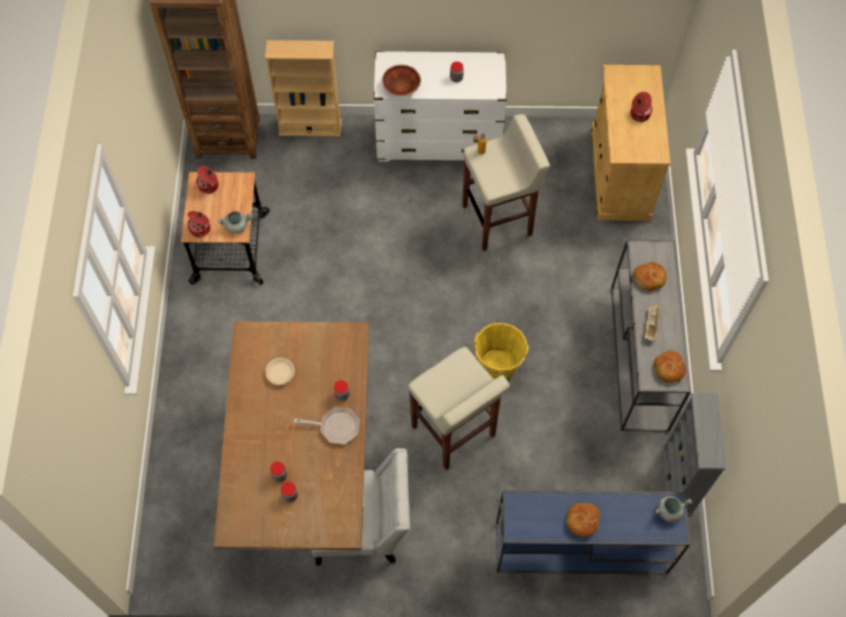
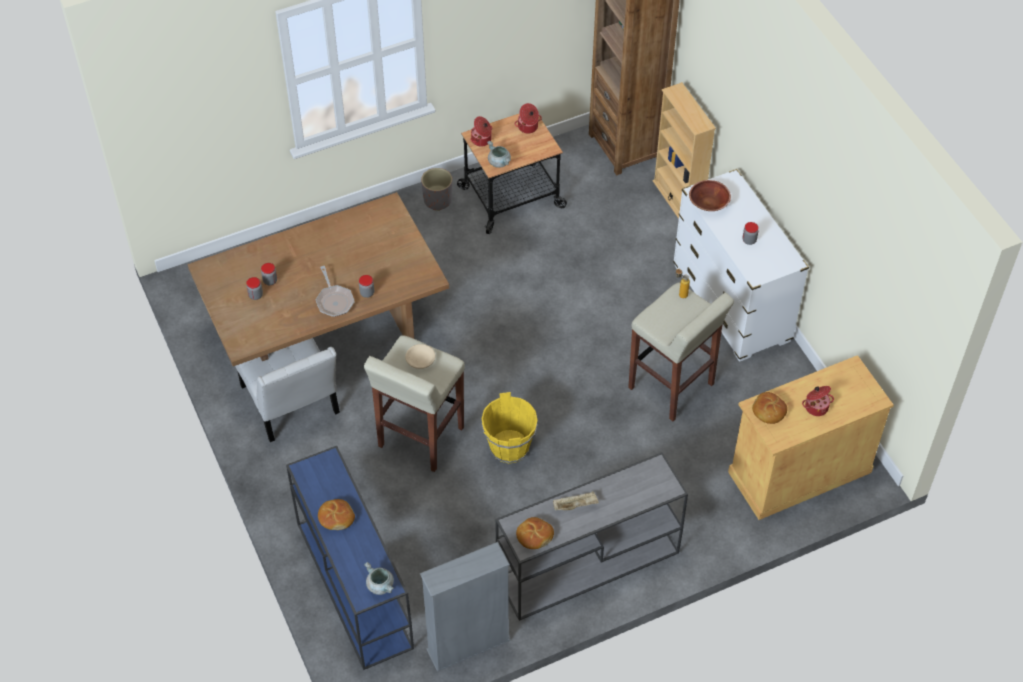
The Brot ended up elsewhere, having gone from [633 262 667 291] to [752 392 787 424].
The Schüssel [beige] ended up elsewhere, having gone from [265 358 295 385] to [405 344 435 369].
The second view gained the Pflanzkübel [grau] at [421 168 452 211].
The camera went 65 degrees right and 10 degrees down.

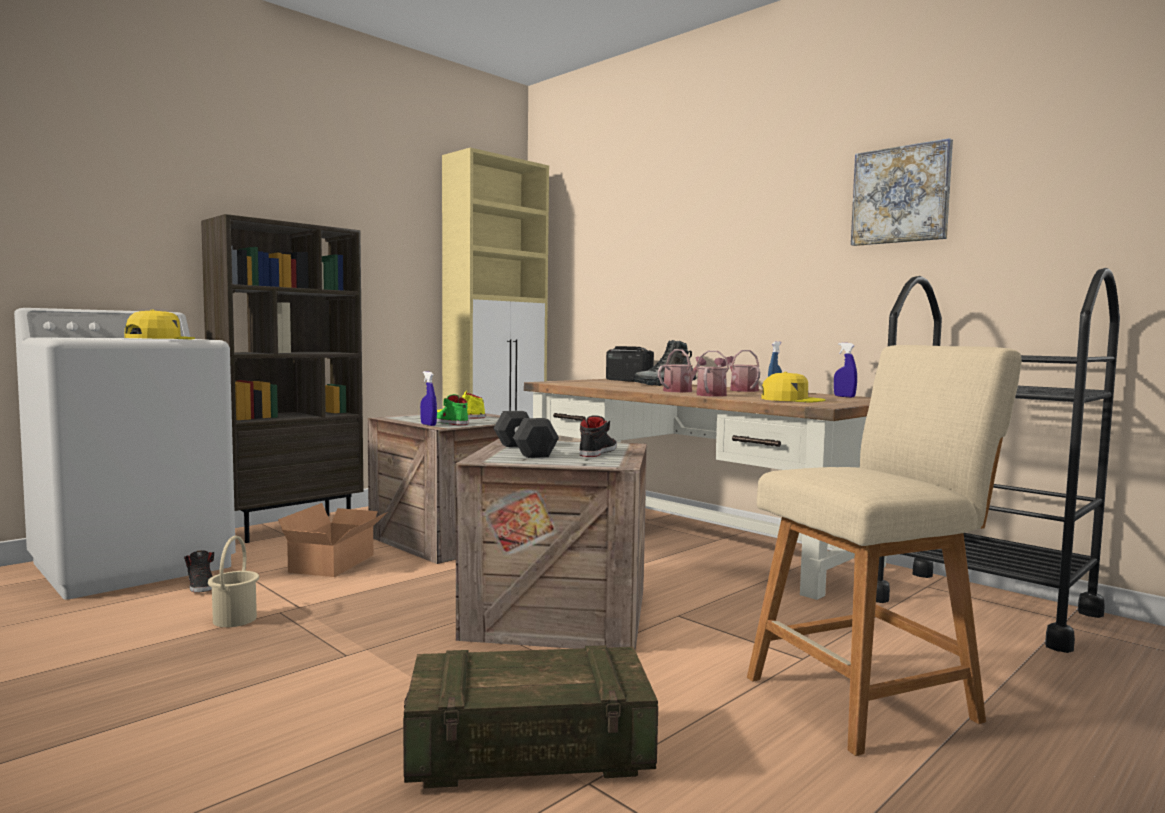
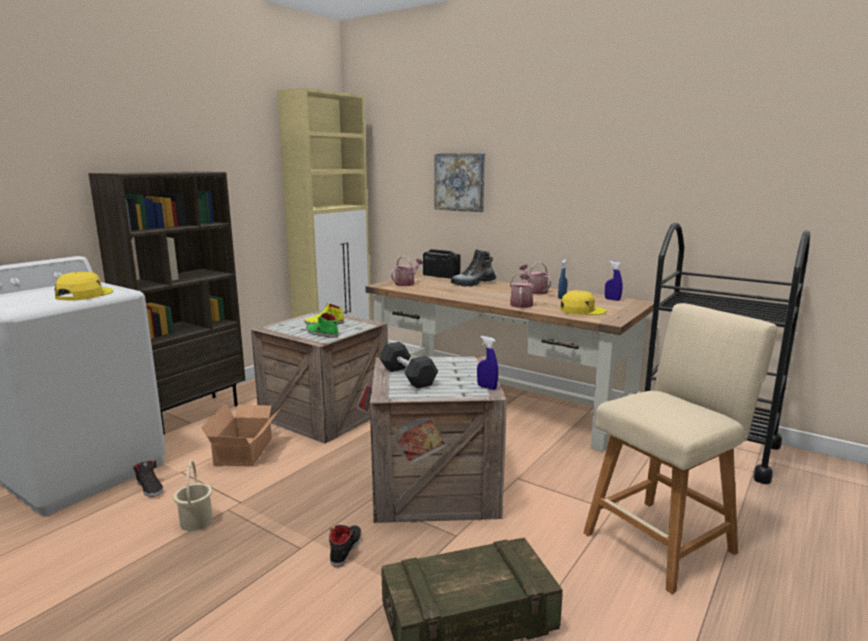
The Bild ended up elsewhere, having gone from [851 138 953 246] to [435 153 485 212].
The Gießkanne ended up elsewhere, having gone from [658 349 707 392] to [391 256 423 286].
The Sprühflasche [blau] ended up elsewhere, having gone from [420 371 437 426] to [477 336 498 390].
The Schuh [schwarz] ended up elsewhere, having gone from [580 415 617 457] to [329 525 362 567].
The camera went 10 degrees left and 10 degrees up.

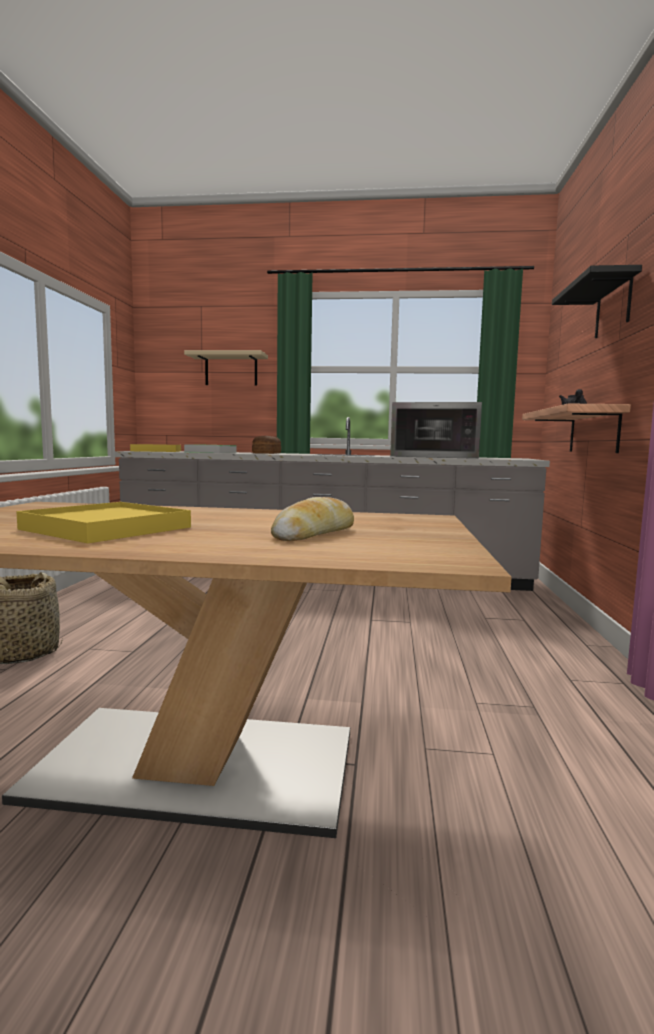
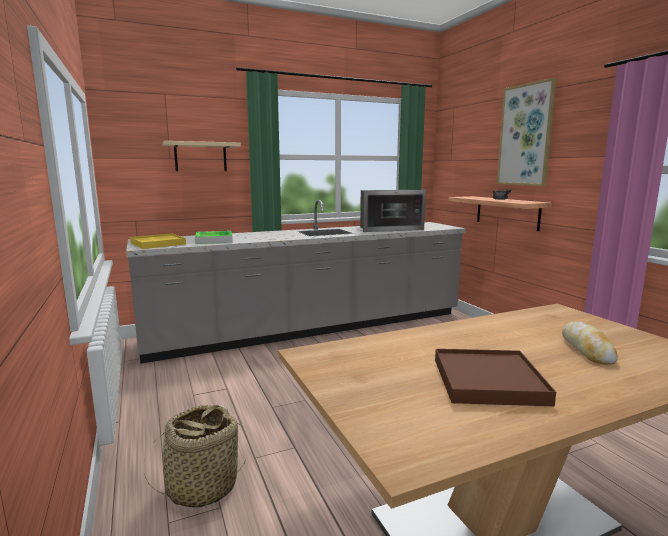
Where the Wandregal [schwarz] hung at [552 265 642 338], the Bild came to hang at [497 78 557 186].
The second view lost the Brot at [252 436 281 454].
What was the Tablett [gelb] at [16 502 191 543] turned into the Tablett [braun] at [435 349 556 406].
The camera went 30 degrees left and 5 degrees up.

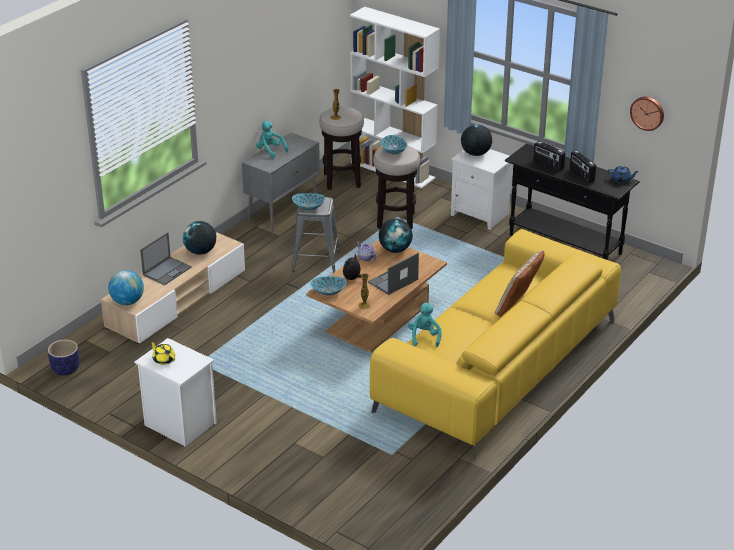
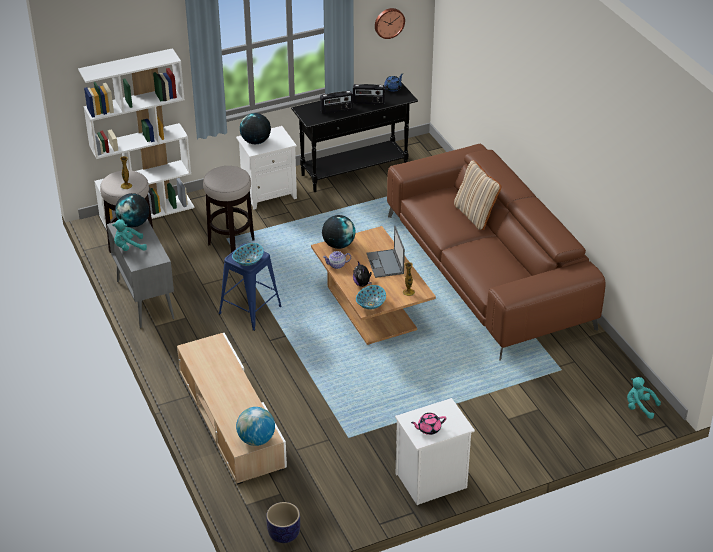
The second view lost the Schüssel at [381 135 407 154].
What was the Hocker [grau] at [292 197 340 273] turned into the Hocker [blau] at [219 244 282 331].
The Globus ended up elsewhere, having gone from [183 221 216 255] to [115 193 149 227].
What was the Sofa [gelb] at [370 229 621 461] turned into the Sofa [braun] at [387 144 606 361].
The second view lost the Laptop at [140 232 192 285].
The Plüschtier [türkis] ended up elsewhere, having gone from [408 303 442 347] to [627 377 661 419].
What was the Teekanne [gelb] at [150 341 175 365] turned into the Teekanne [rosa] at [411 413 446 435].
The camera went 60 degrees left and 5 degrees up.

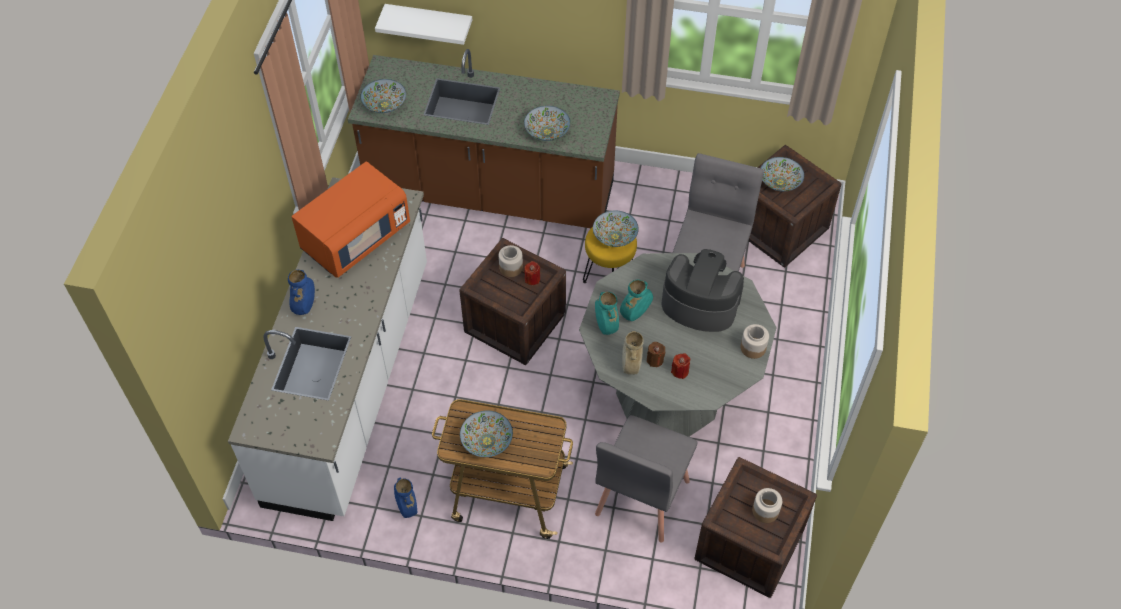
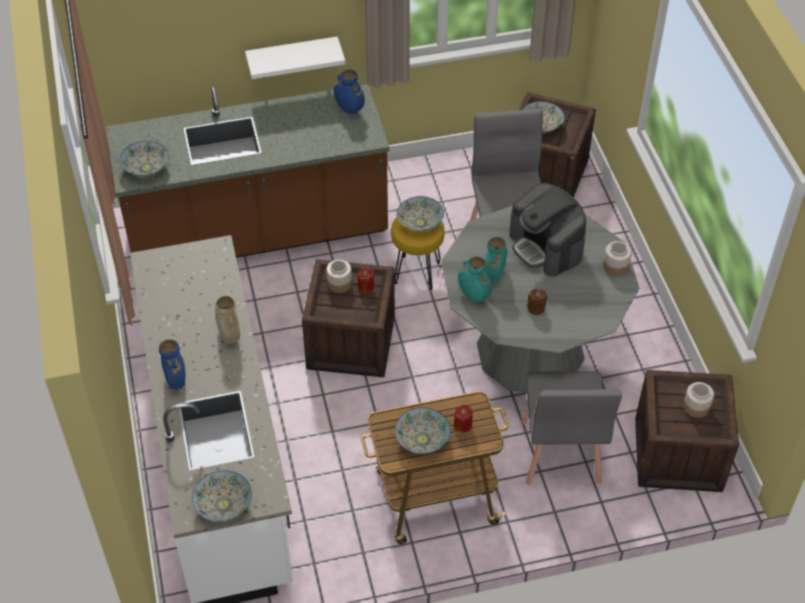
The Wandregal [weiß] ended up elsewhere, having gone from [375 4 472 45] to [245 37 346 79].
The Schüssel ended up elsewhere, having gone from [524 106 570 141] to [192 470 252 521].
The second view lost the Mikrowelle [orange] at [291 161 410 278].
The Kaffeemaschine at [661 249 744 332] ended up facing another way, 120 degrees counterclockwise from before.
The Vase [beige] ended up elsewhere, having gone from [622 331 644 375] to [215 296 240 344].
The Kerze [rot] ended up elsewhere, having gone from [671 353 690 379] to [454 404 473 432].
The Vase [blau] ended up elsewhere, having gone from [394 478 417 518] to [334 69 365 114].
The camera went 25 degrees left and 5 degrees down.

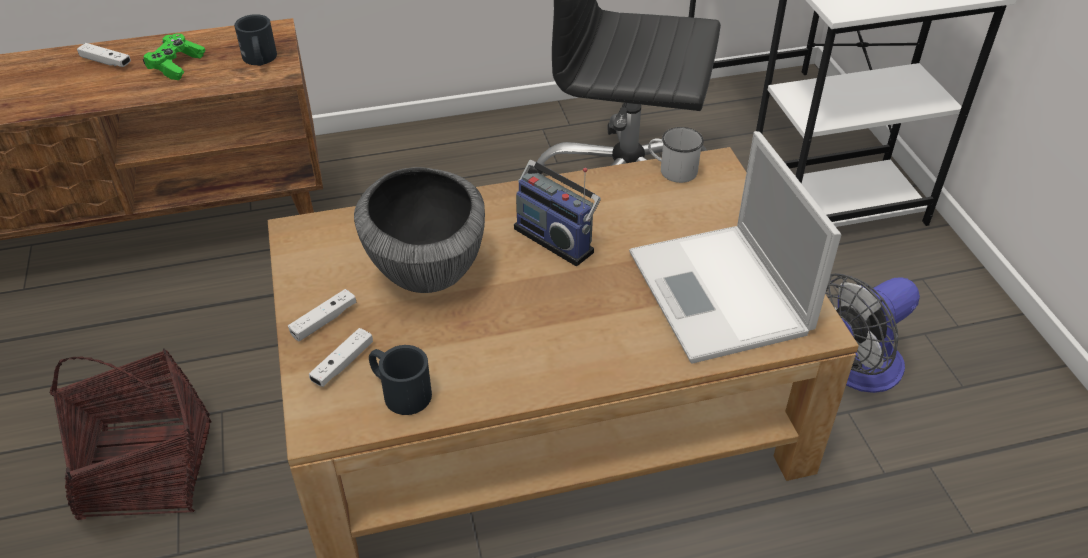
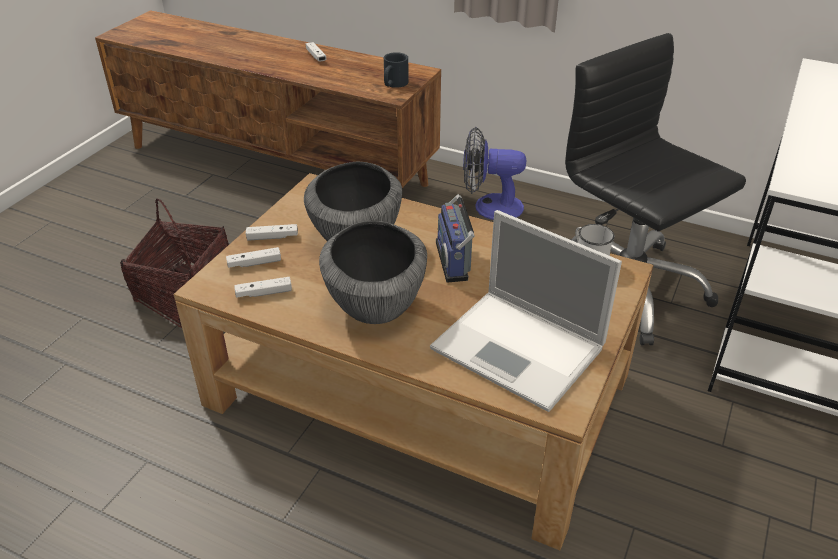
The second view lost the Gamepad [grün] at [143 34 205 80].
The Laptop at [629 131 841 364] ended up facing another way, 75 degrees counterclockwise from before.
The Ventilator ended up elsewhere, having gone from [825 273 920 393] to [463 127 526 220].
Where the Henkelbecher [schwarz] stood at [369 345 432 415], the Gamepad [weiß] came to stand at [234 277 292 298].
The second view gained the Schüssel at [319 221 427 324].
The camera went 40 degrees right and 5 degrees down.

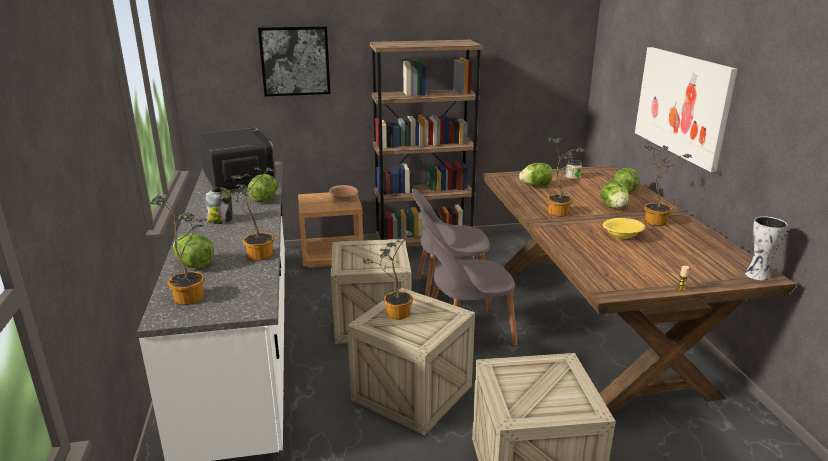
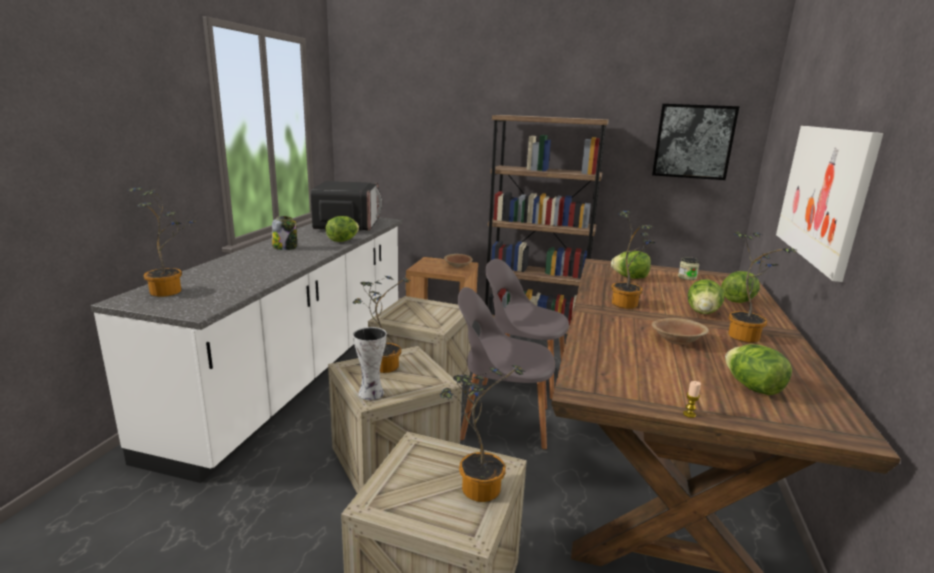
The Bild ended up elsewhere, having gone from [258 26 331 96] to [652 104 739 180].
The Topfpflanze ended up elsewhere, having gone from [220 167 274 261] to [440 365 525 502].
The Vase ended up elsewhere, having gone from [745 216 788 281] to [353 327 387 400].
What was the Schüssel [gelb] at [603 218 645 239] turned into the Schüssel [braun] at [652 318 709 345].
The Salatkopf ended up elsewhere, having gone from [173 233 214 269] to [725 344 792 395].
The camera went 25 degrees right and 5 degrees down.

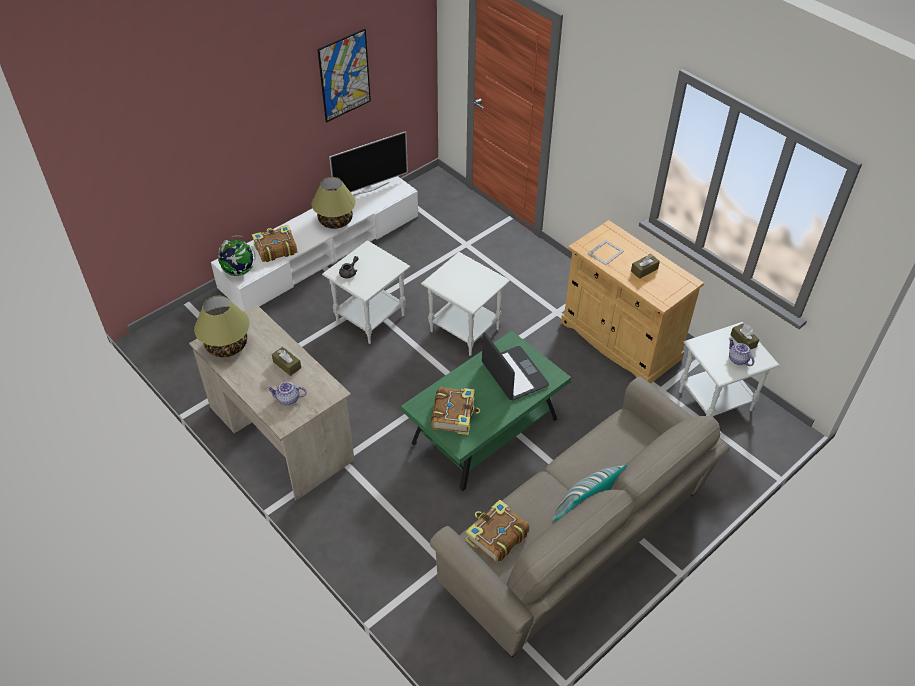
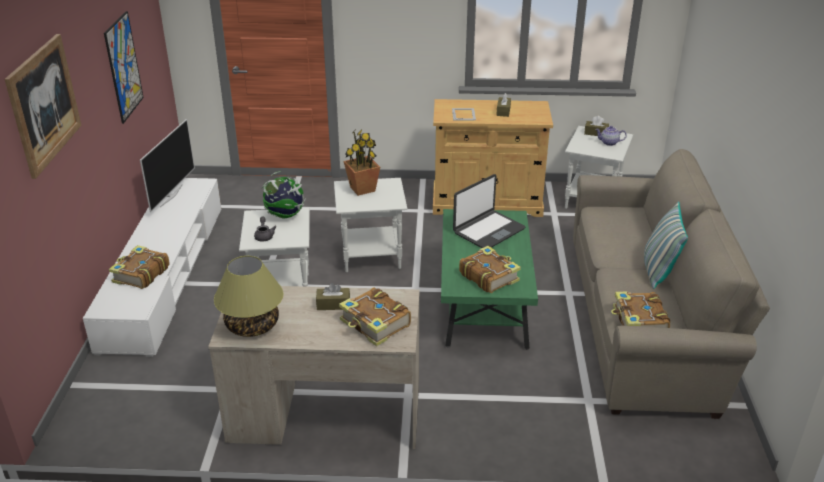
The second view lost the Tischlampe at [312 177 356 229].
The Globus ended up elsewhere, having gone from [218 235 256 276] to [262 171 306 219].
The Laptop at [482 332 549 401] ended up facing another way, 120 degrees clockwise from before.
Where the Teekanne stood at [267 382 307 405], the Buch came to stand at [339 287 411 347].
The second view gained the Bild at [4 34 82 179].
The second view gained the Topfpflanze at [344 129 380 196].
The camera went 45 degrees left and 15 degrees down.

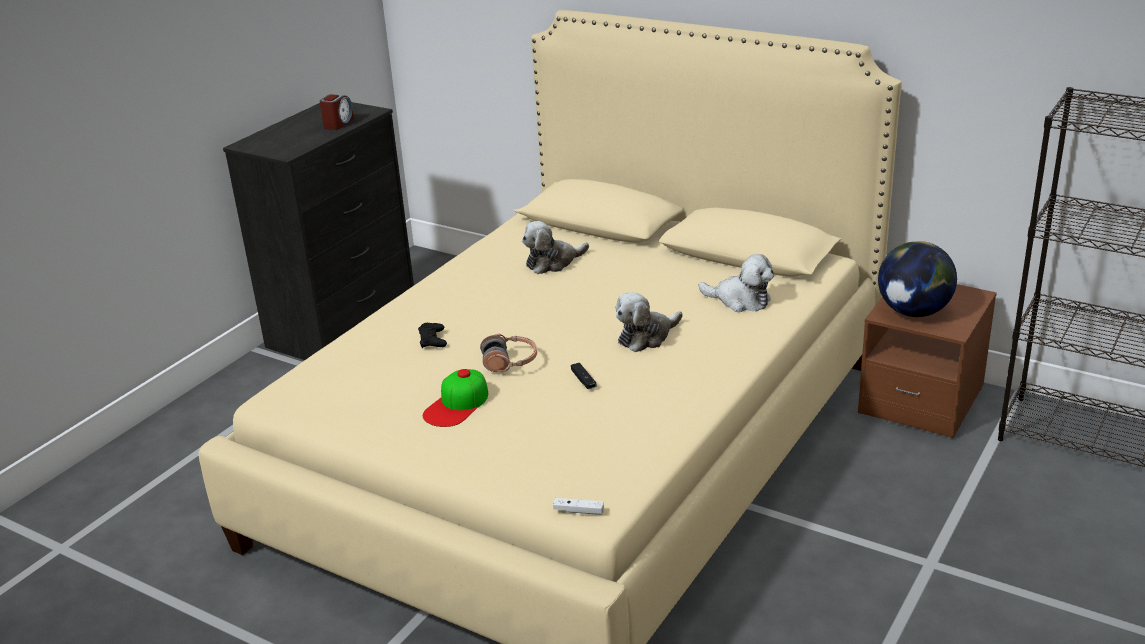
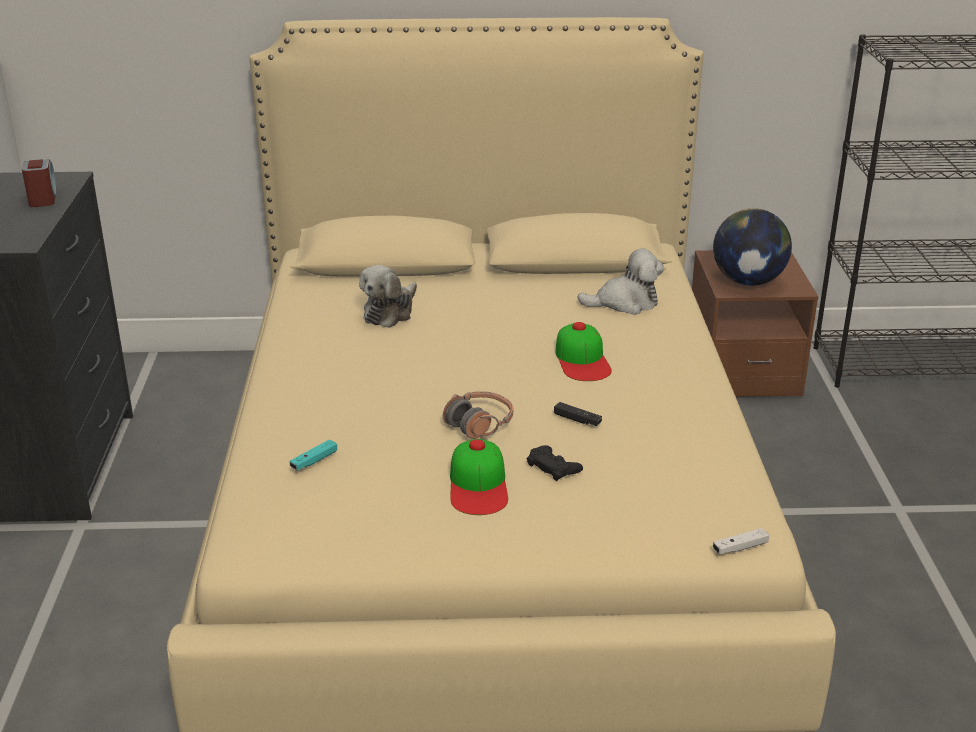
Where the Plüschtier stood at [616 292 683 352], the Kappe came to stand at [556 322 612 381].
The Gamepad [schwarz] ended up elsewhere, having gone from [418 323 447 348] to [527 445 583 481].
The second view gained the Gamepad [türkis] at [290 440 337 470].
The camera went 35 degrees left and 0 degrees up.

